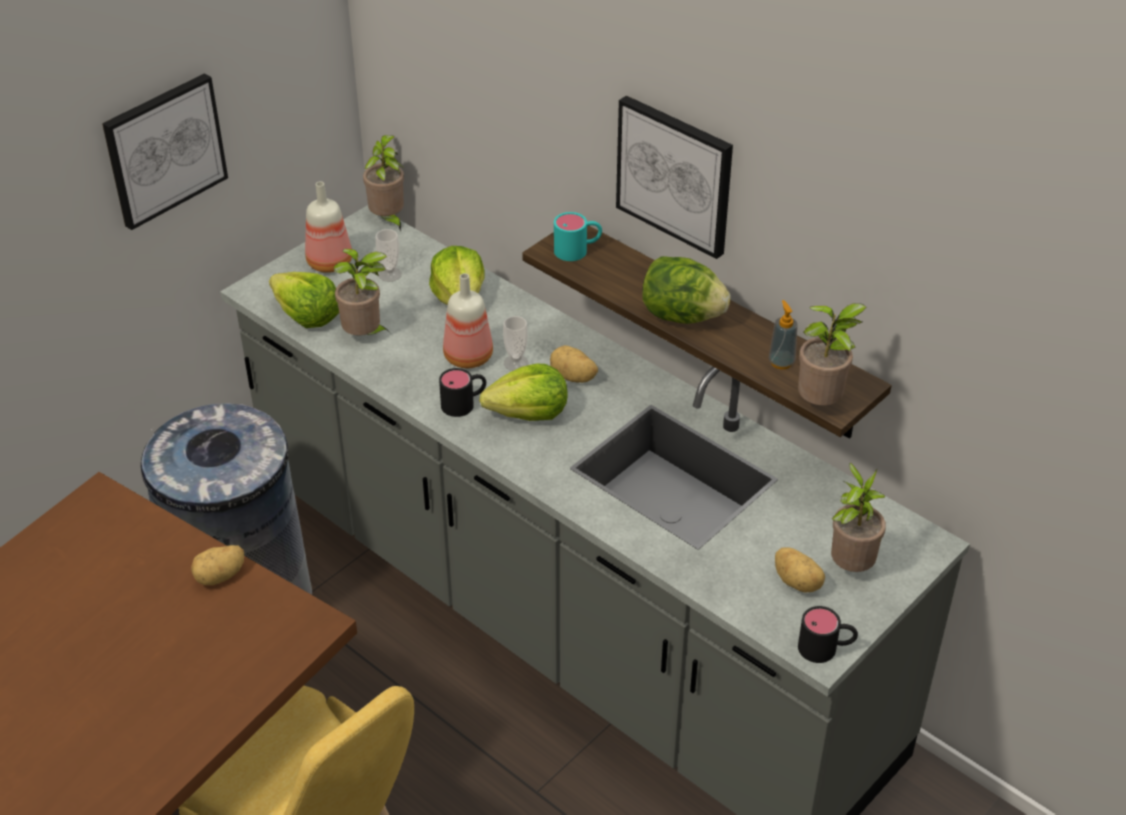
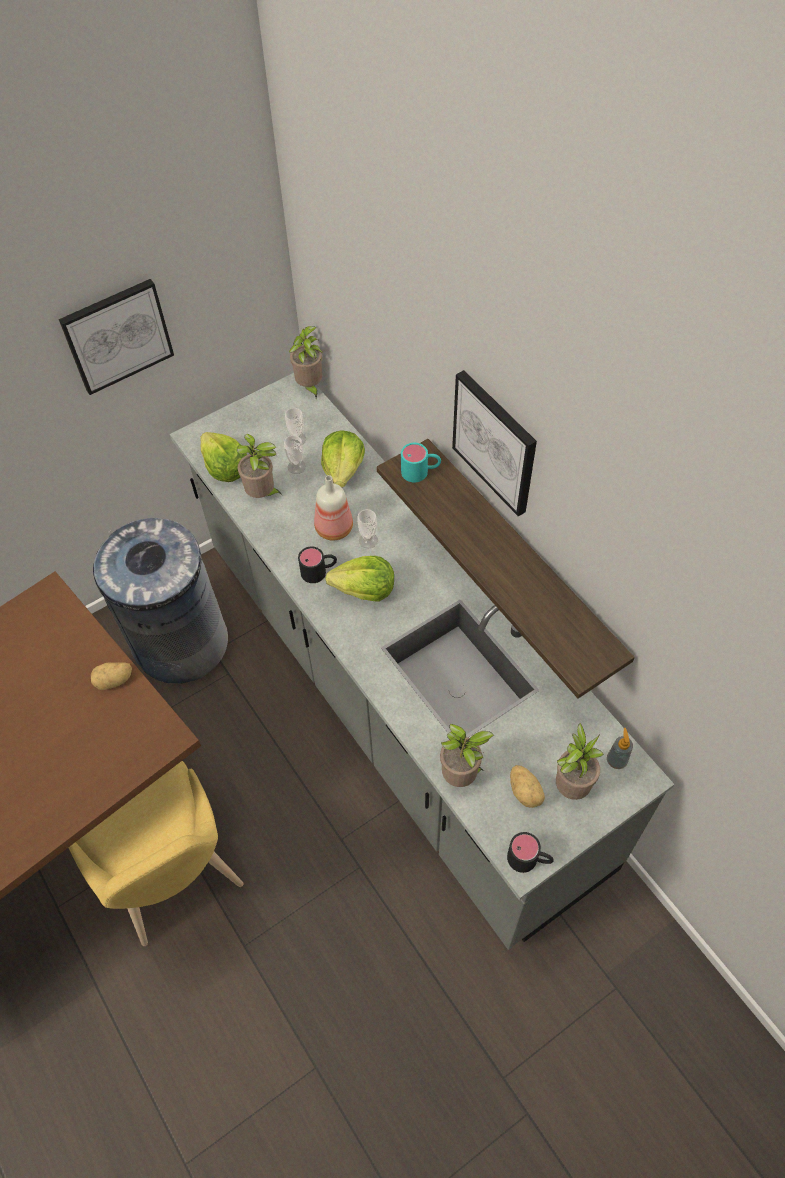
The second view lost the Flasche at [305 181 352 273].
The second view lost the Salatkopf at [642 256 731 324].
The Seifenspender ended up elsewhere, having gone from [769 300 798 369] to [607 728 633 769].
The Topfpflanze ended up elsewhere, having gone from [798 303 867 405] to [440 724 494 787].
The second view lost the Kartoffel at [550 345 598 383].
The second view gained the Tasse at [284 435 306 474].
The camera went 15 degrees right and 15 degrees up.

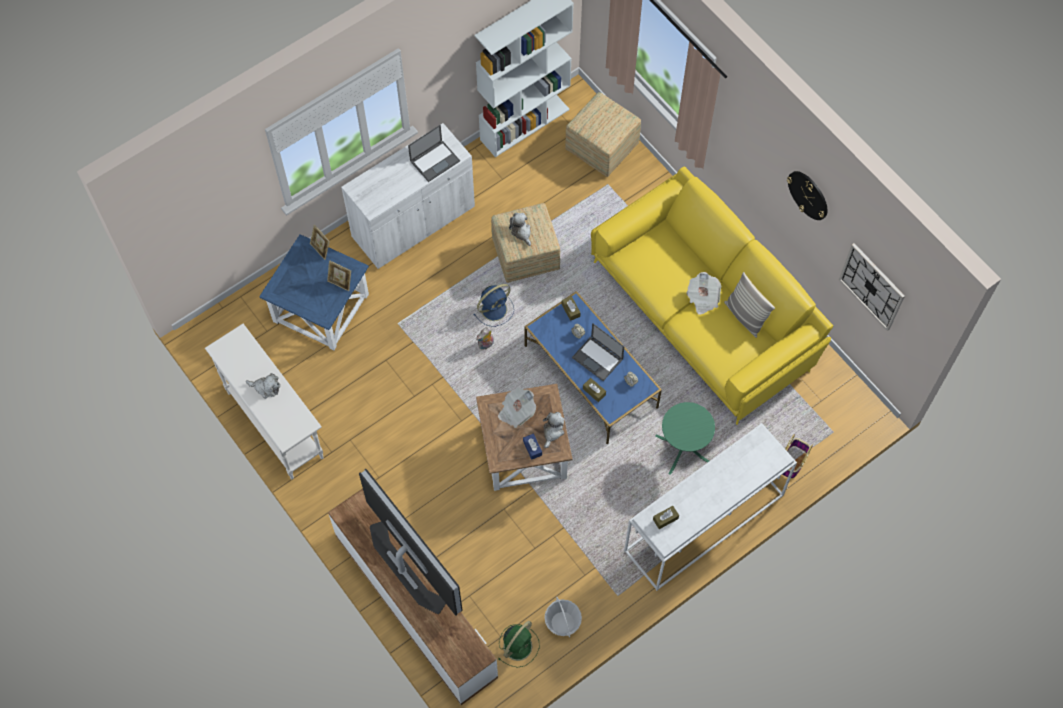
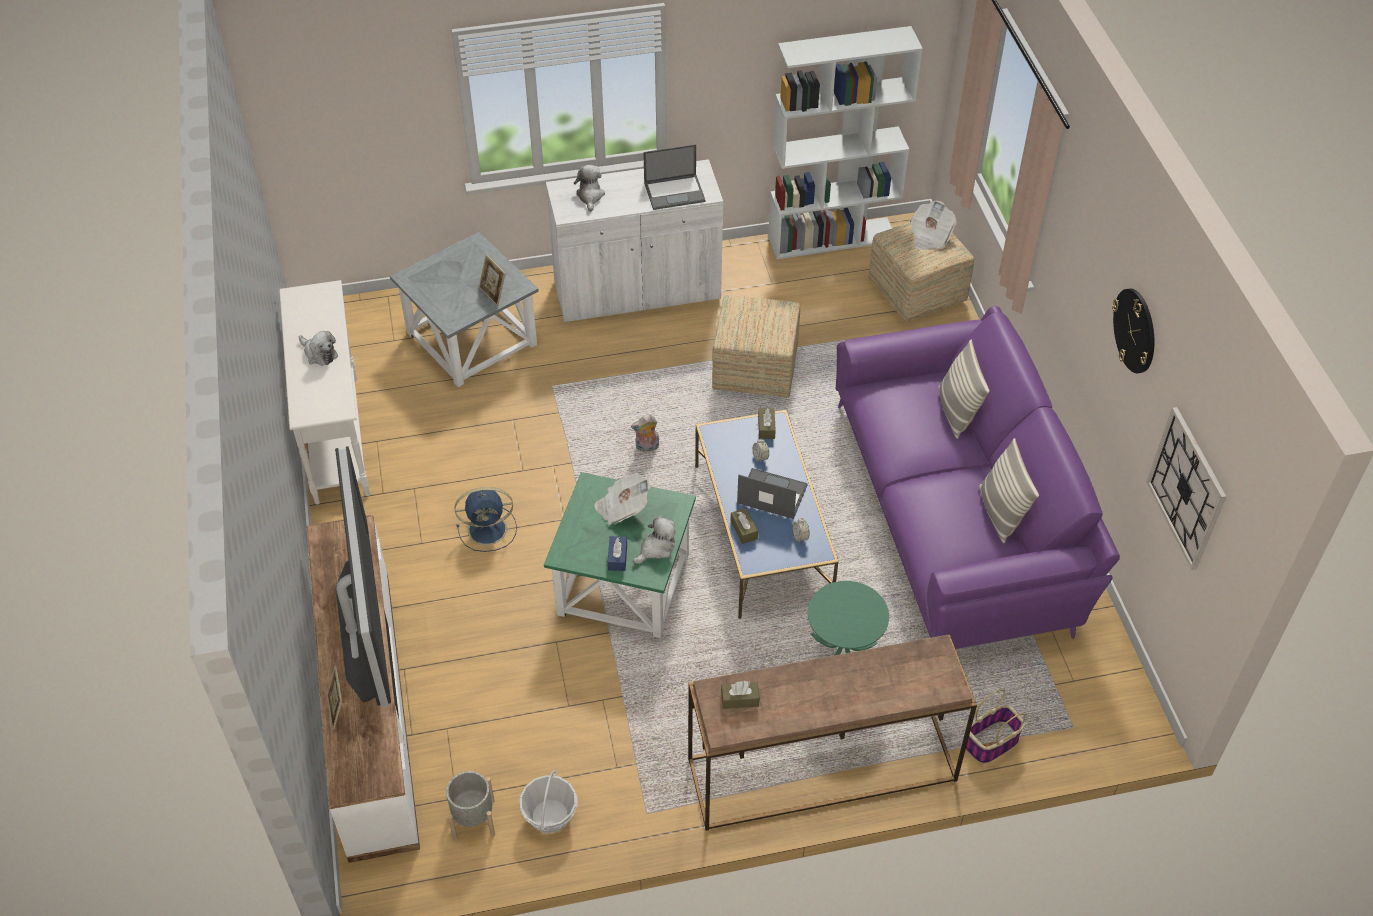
What was the Sofa [gelb] at [591 167 833 425] turned into the Sofa [lila] at [836 306 1120 649].
The Plüschtier ended up elsewhere, having gone from [509 213 531 246] to [574 165 605 212].
The Bilderrahmen ended up elsewhere, having gone from [310 225 330 260] to [327 666 342 730].
What was the Beistelltisch [blau] at [259 234 369 350] turned into the Beistelltisch [grau] at [390 232 539 387].
The Zeitung ended up elsewhere, having gone from [687 272 721 315] to [910 201 957 250].
The Ventilator [blau] ended up elsewhere, having gone from [474 284 514 327] to [455 487 517 552].
The Laptop at [572 323 625 381] ended up facing another way, 135 degrees clockwise from before.
What was the Beistelltisch [braun] at [476 384 573 491] turned into the Beistelltisch [grün] at [544 472 696 638].
What was the Konsolentisch [weiß] at [624 423 797 591] turned into the Konsolentisch [braun] at [688 635 977 831].
Where the Ventilator [grün] stood at [498 621 539 668], the Pflanzkübel [grau] came to stand at [446 771 495 840].
The second view gained the Kissen at [938 339 990 439].
The camera went 25 degrees right and 15 degrees down.

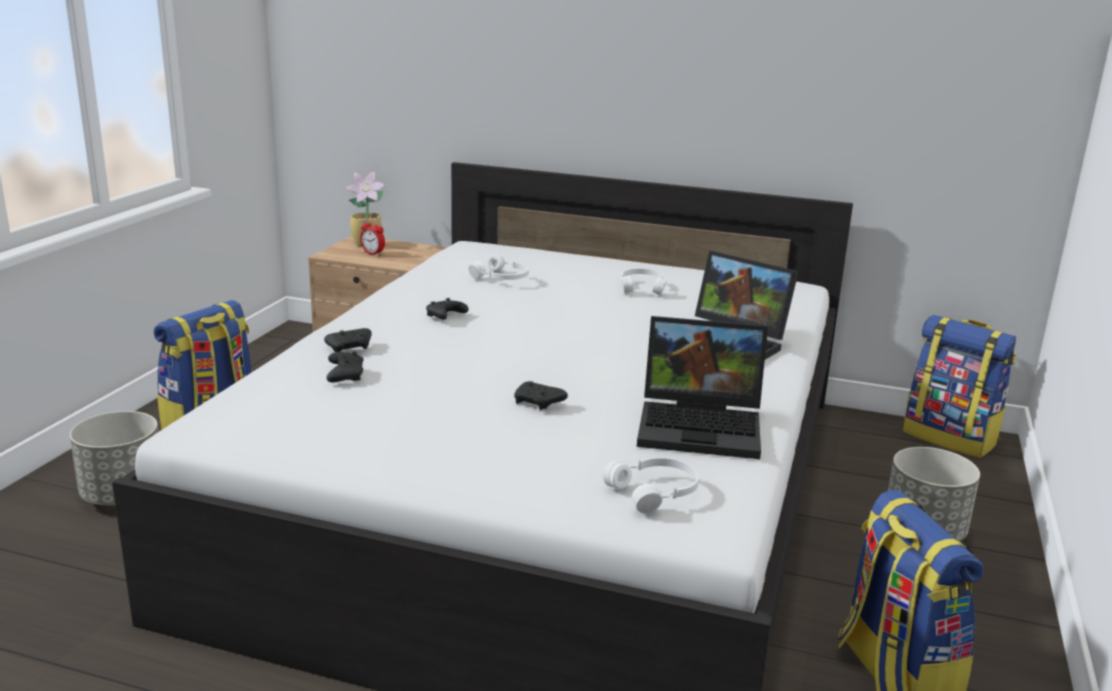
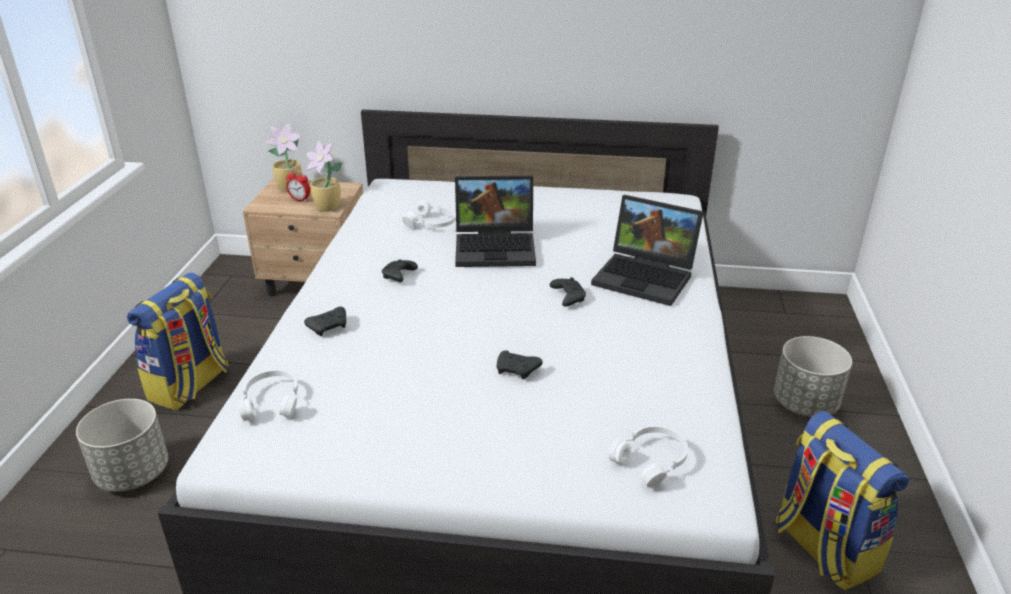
The Kopfhörer [weiß] ended up elsewhere, having gone from [621 269 667 296] to [237 370 298 421].
The second view lost the Rucksack at [903 315 1016 458].
The Laptop ended up elsewhere, having gone from [637 316 768 459] to [455 175 536 267].
The Gamepad [schwarz] ended up elsewhere, having gone from [327 351 363 382] to [550 277 586 307].
The second view gained the Topfpflanze at [306 141 342 212].
The camera went 10 degrees left and 10 degrees up.

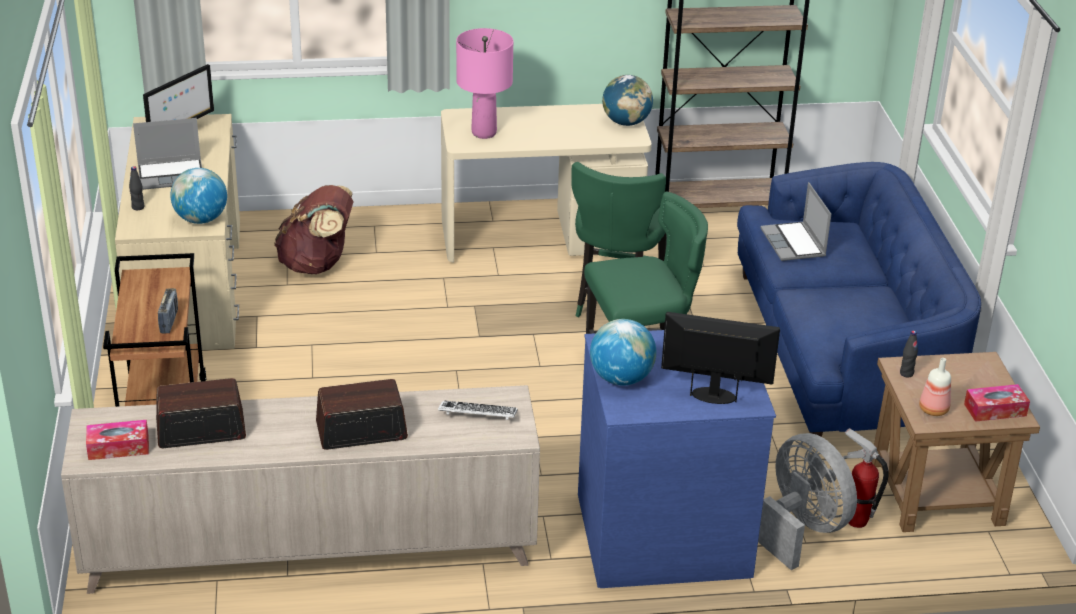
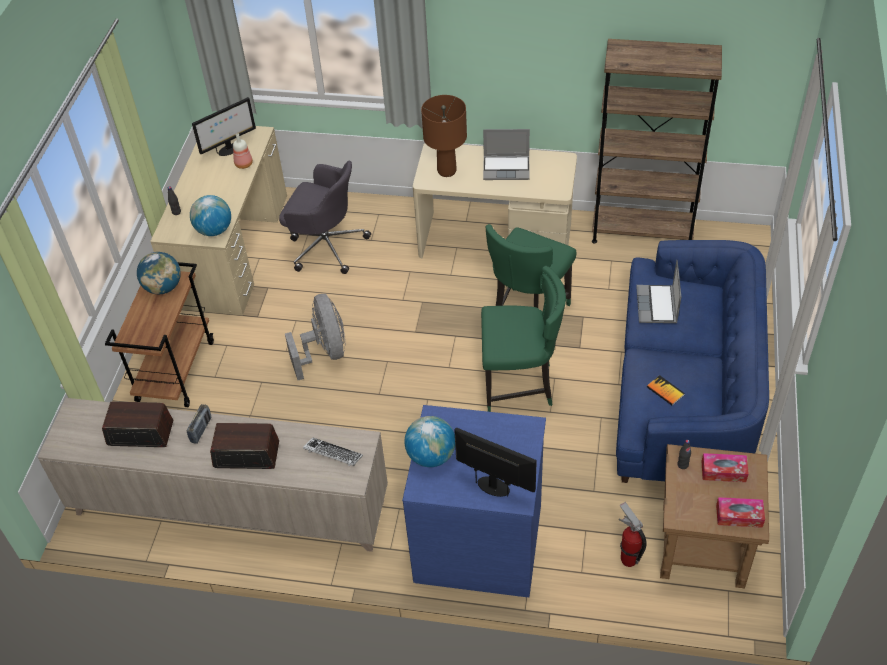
What was the Tischlampe [rosa] at [456 28 513 139] turned into the Tischlampe [braun] at [421 95 467 177].
The Globus ended up elsewhere, having gone from [602 75 653 126] to [137 252 181 294].
The Laptop ended up elsewhere, having gone from [133 118 202 190] to [483 129 530 180].
Where the Rucksack [braun] stood at [274 185 354 274], the Bürostuhl [grau] came to stand at [279 161 371 274].
The Radio ended up elsewhere, having gone from [158 288 178 334] to [187 404 211 444].
The Flasche ended up elsewhere, having gone from [919 358 951 416] to [233 133 253 169].
The Taschentuchbox ended up elsewhere, having gone from [86 420 149 460] to [701 453 749 482].
The Ventilator [grau] ended up elsewhere, having gone from [758 433 857 570] to [285 294 345 380].
The second view gained the Buch at [647 375 685 406].
The camera went 20 degrees right and 15 degrees up.

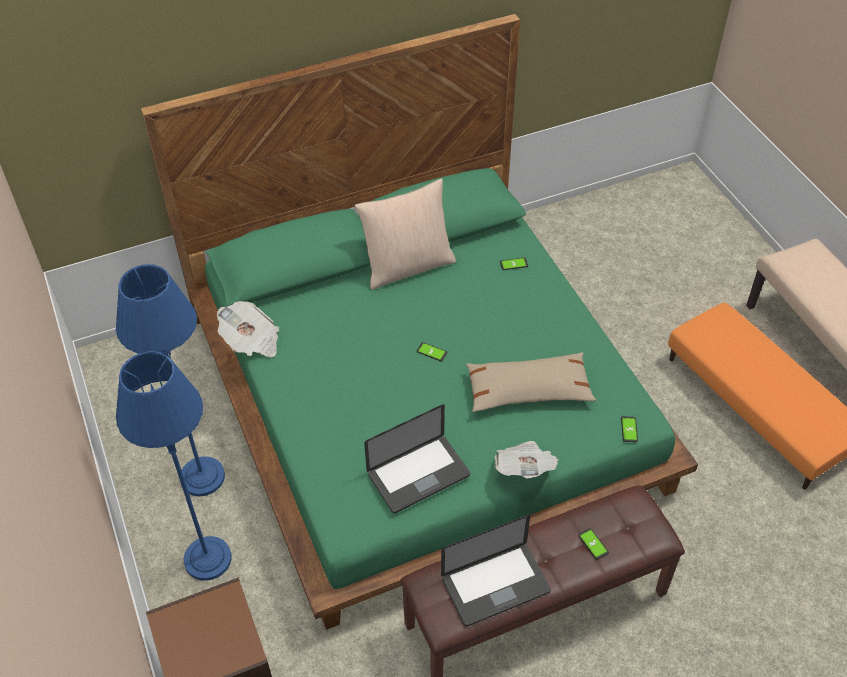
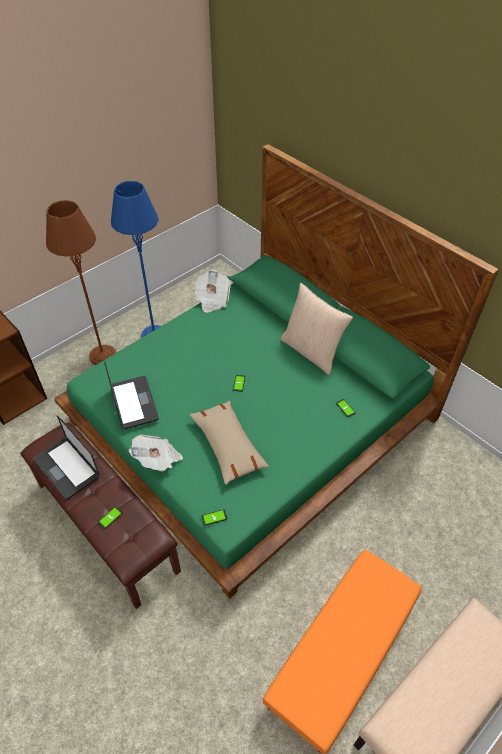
What was the Stehlampe [blau] at [116 351 231 581] turned into the Stehlampe [braun] at [46 200 116 365].
The Laptop at [364 404 470 513] ended up facing another way, 150 degrees counterclockwise from before.
The camera went 70 degrees right and 0 degrees up.

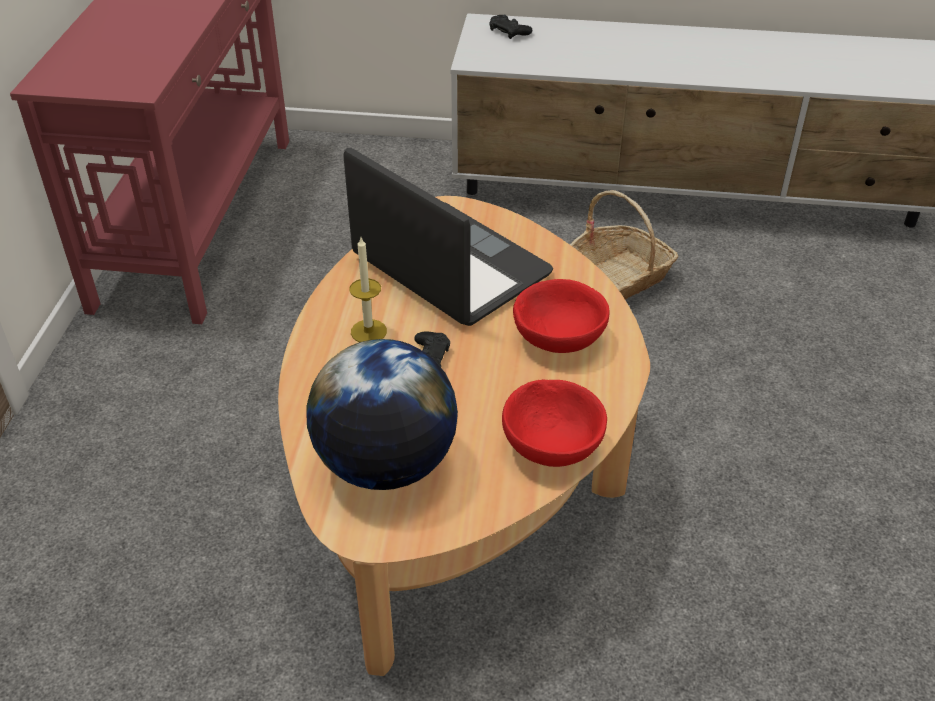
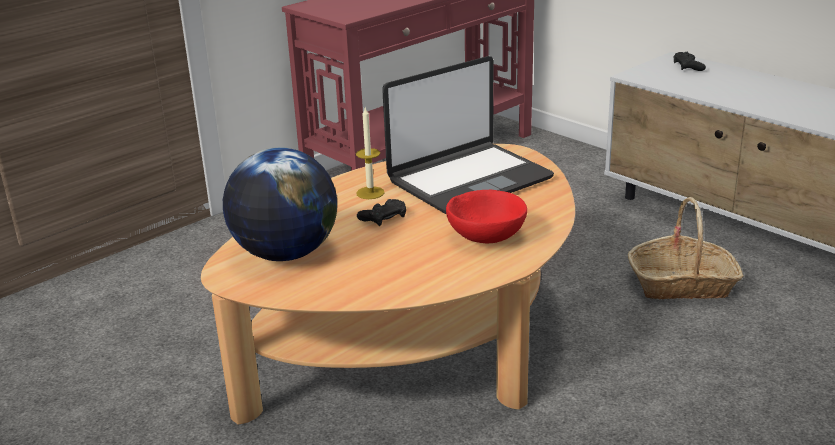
The Laptop at [343 148 553 326] ended up facing another way, 60 degrees clockwise from before.
The second view lost the Schüssel [rot] at [502 380 607 467].
The camera went 40 degrees right and 15 degrees down.

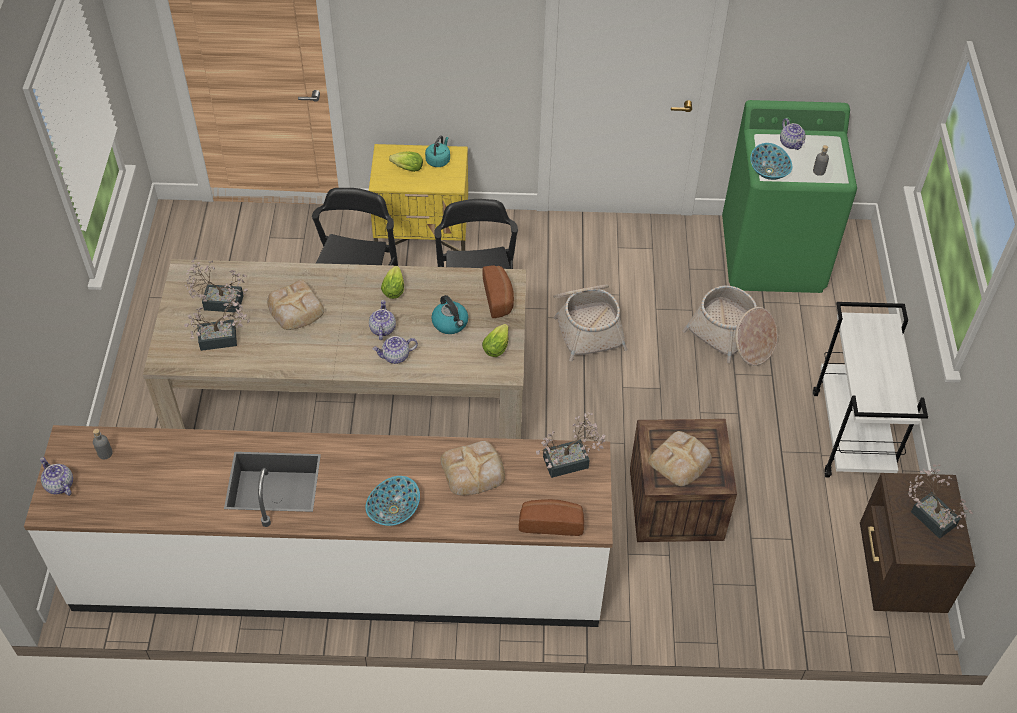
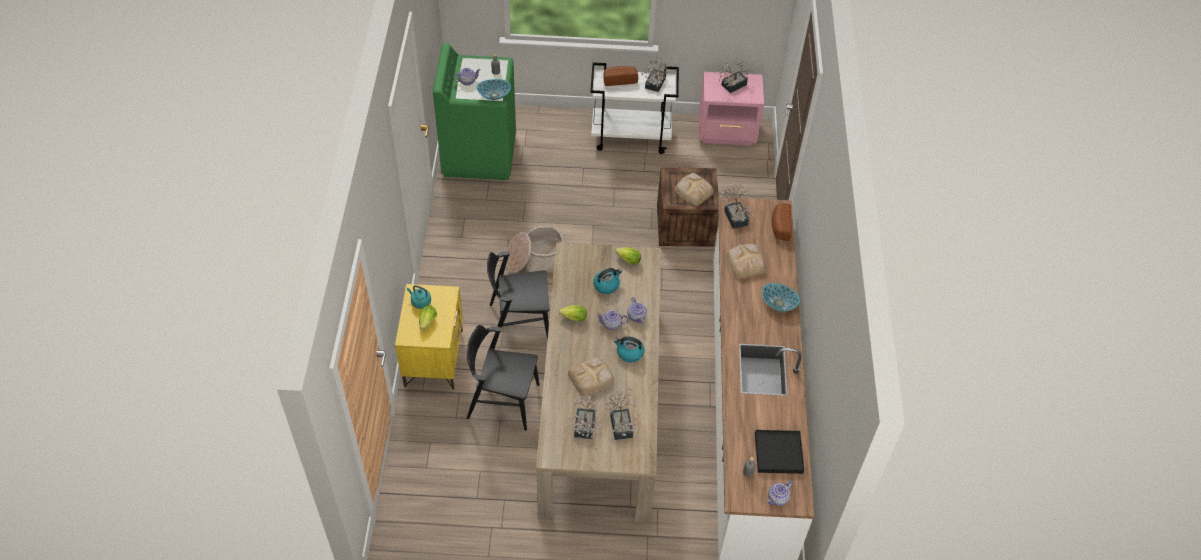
The Brot ended up elsewhere, having gone from [482 265 514 318] to [603 66 638 86].
The second view lost the Korb at [682 285 778 366].
What was the Nachttisch [braun] at [860 473 975 613] turned into the Nachttisch [rosa] at [699 72 764 146].
The second view gained the Topfpflanze at [641 57 668 92].
The second view gained the Wasserkessel at [614 336 645 363].
The second view gained the Tablett [schwarz] at [755 430 804 474].
The camera went 90 degrees left and 0 degrees up.

